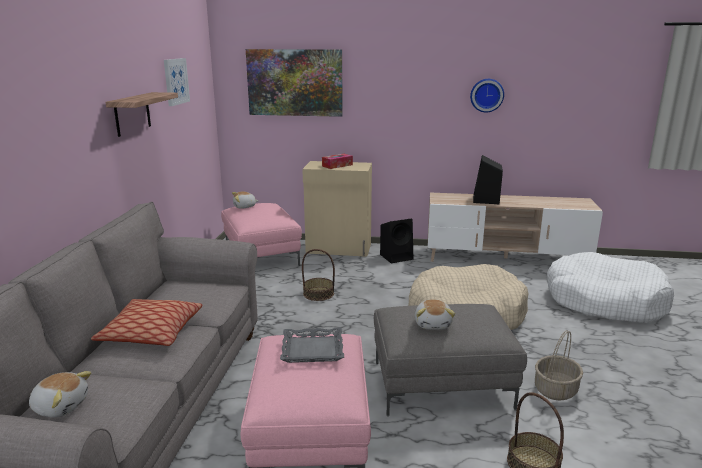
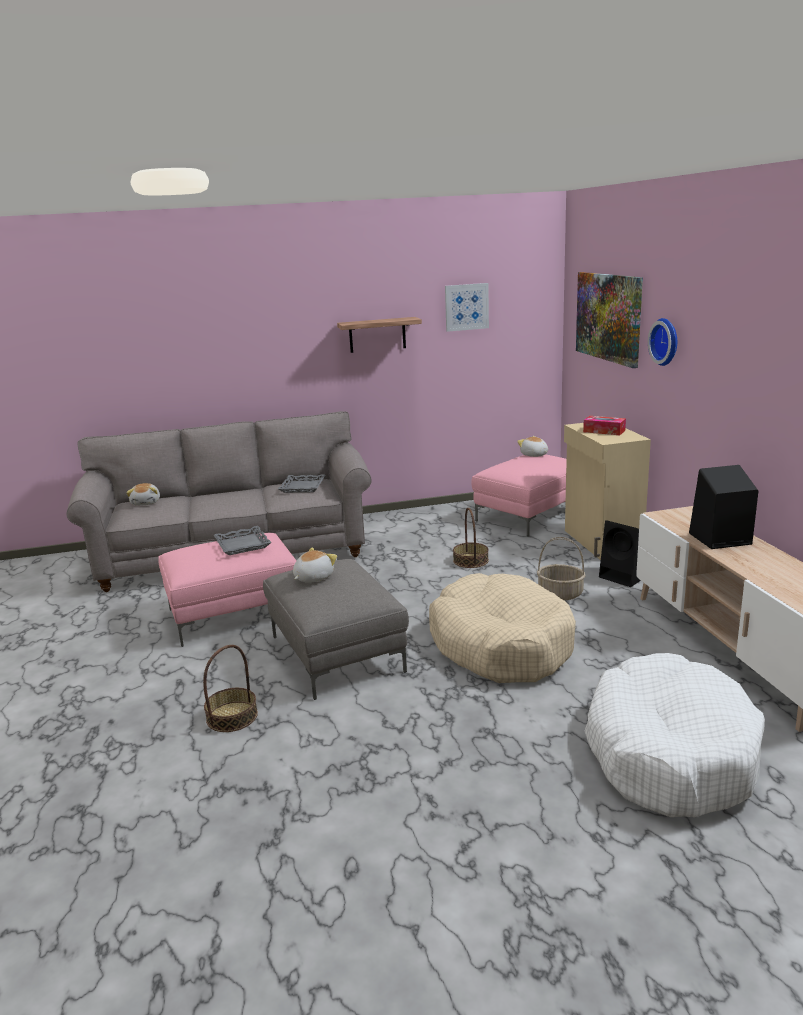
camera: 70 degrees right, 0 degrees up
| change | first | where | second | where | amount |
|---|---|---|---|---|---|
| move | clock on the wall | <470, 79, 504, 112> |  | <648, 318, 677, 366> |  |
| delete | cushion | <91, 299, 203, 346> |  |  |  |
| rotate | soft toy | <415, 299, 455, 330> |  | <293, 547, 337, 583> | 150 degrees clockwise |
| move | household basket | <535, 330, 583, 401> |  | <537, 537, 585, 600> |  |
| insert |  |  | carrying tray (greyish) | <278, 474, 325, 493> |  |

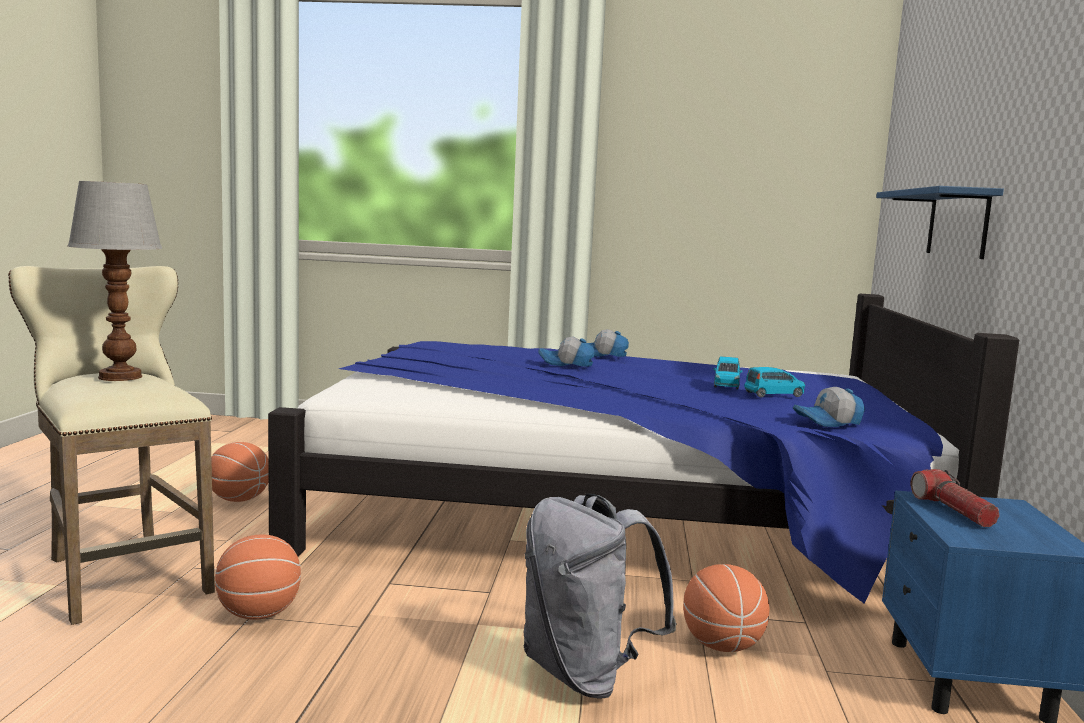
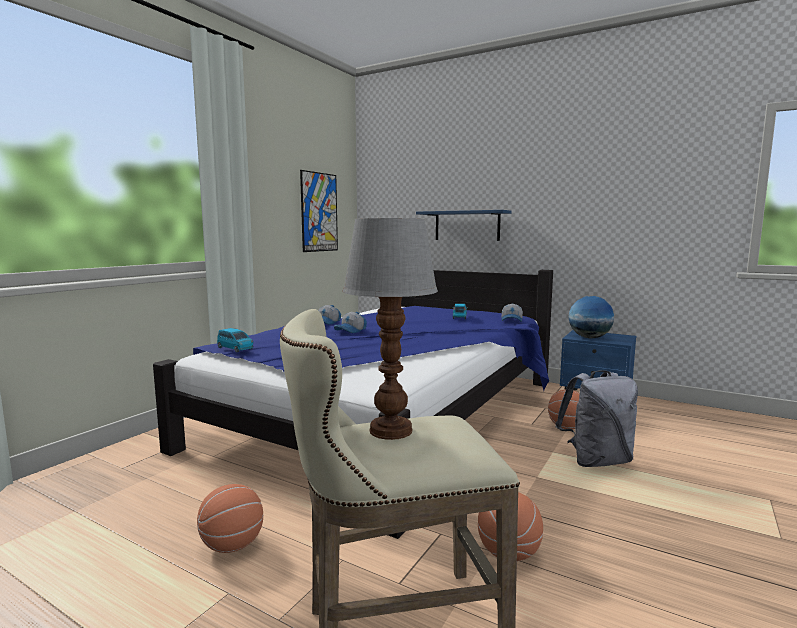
camera: 65 degrees left, 0 degrees up
| change | first | where | second | where | amount |
|---|---|---|---|---|---|
| move | miniature car (blue) | <713, 356, 742, 389> |  | <217, 328, 253, 352> |  |
| replace | flashlight | <911, 469, 1000, 527> | world globe | <569, 296, 614, 339> |  |
| insert |  |  | wall art | <300, 170, 338, 252> |  |

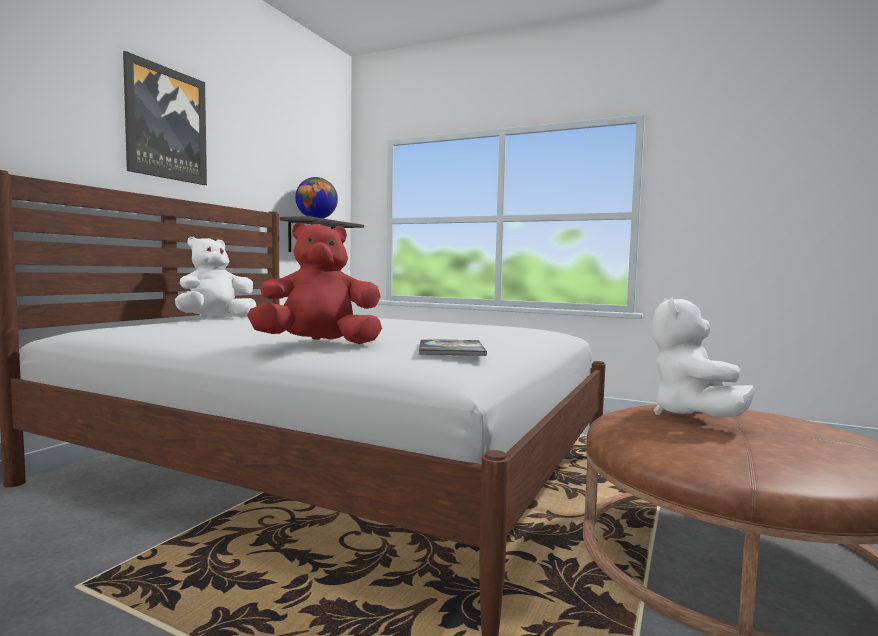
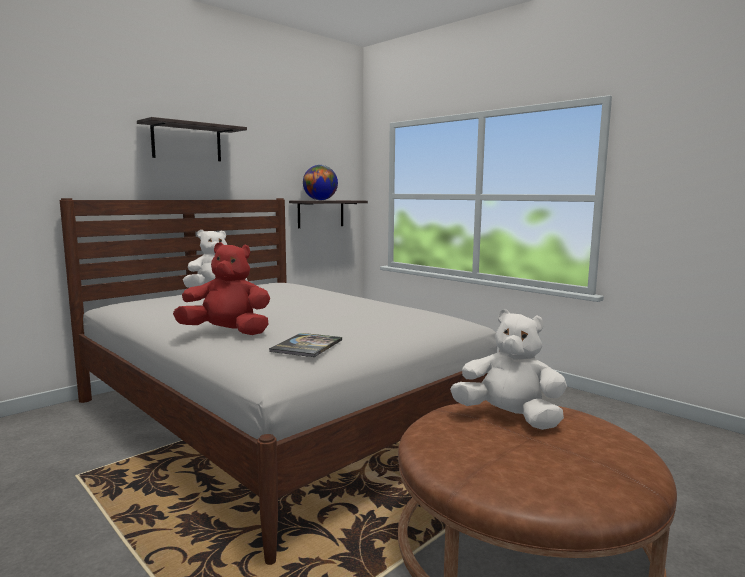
camera: 20 degrees right, 5 degrees up
| change | first | where | second | where | amount |
|---|---|---|---|---|---|
| replace | wall art | <123, 51, 207, 185> | wall shelf | <137, 117, 247, 161> |  |
| rotate | soft toy (whitish) | <652, 297, 755, 417> |  | <450, 310, 567, 430> | 90 degrees clockwise |

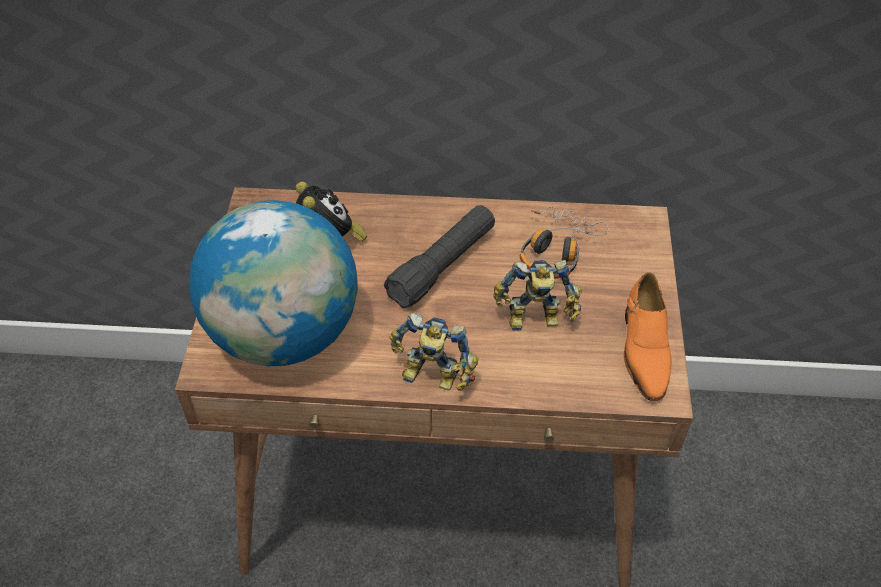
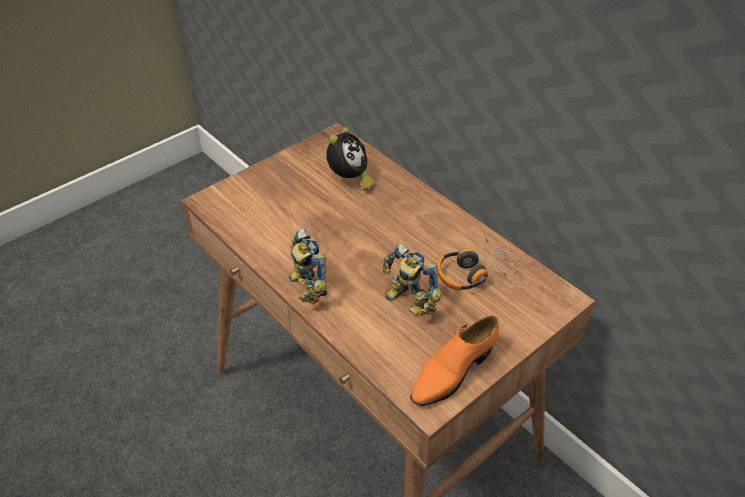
camera: 45 degrees right, 5 degrees down
| change | first | where | second | where | amount |
|---|---|---|---|---|---|
| delete | world globe | <189, 200, 358, 366> |  |  |  |
| delete | flashlight (black-coloured) | <384, 205, 495, 308> |  |  |  |

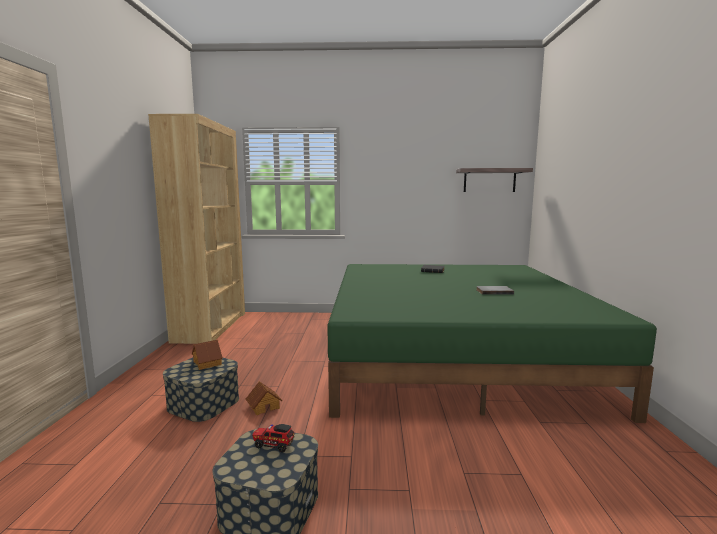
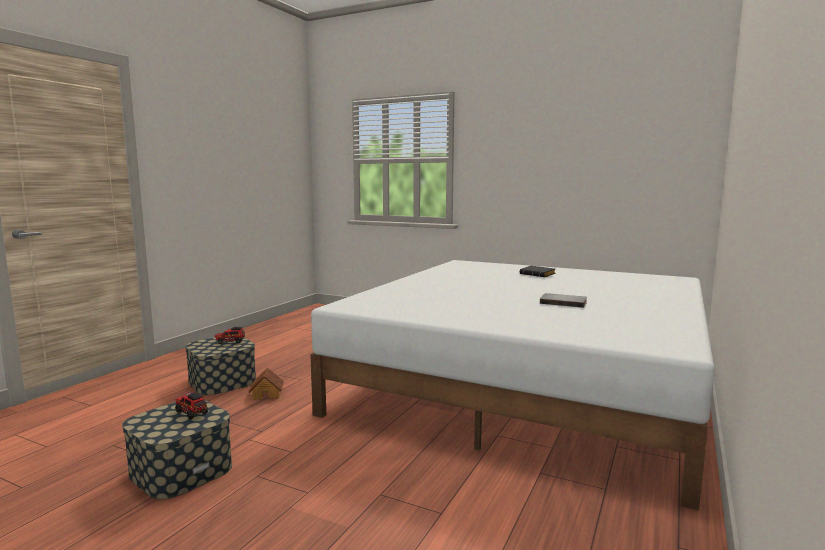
camera: 25 degrees right, 0 degrees up
| change | first | where | second | where | amount |
|---|---|---|---|---|---|
| delete | shelving unit (brownish) | <148, 114, 245, 344> |  |  |  |
| delete | wall shelf | <456, 168, 533, 192> |  |  |  |
| recolor | bedroom bed (green) | <327, 264, 657, 423> | bedroom bed (whitish) | <310, 260, 715, 511> |  |
| replace | toy house | <192, 340, 223, 370> | toy lorry | <215, 327, 245, 344> |  |

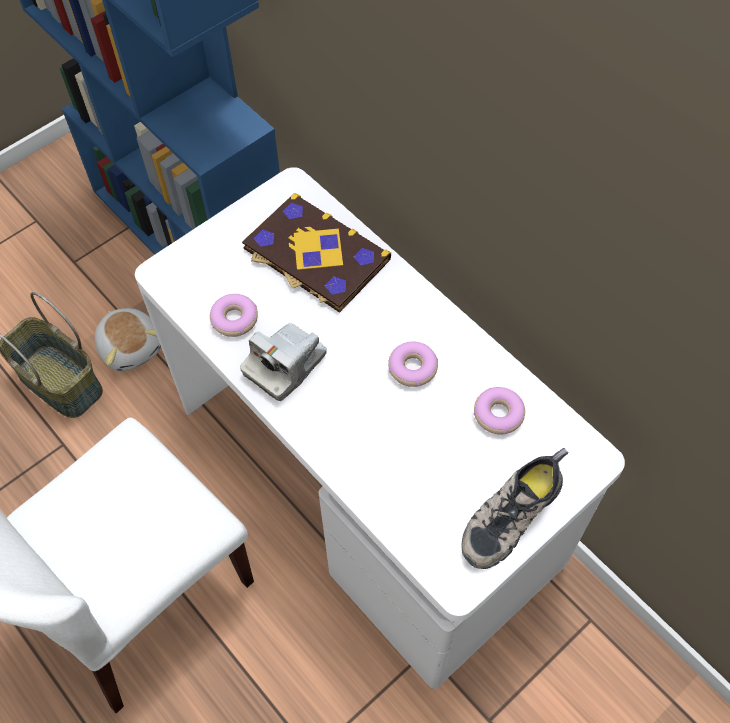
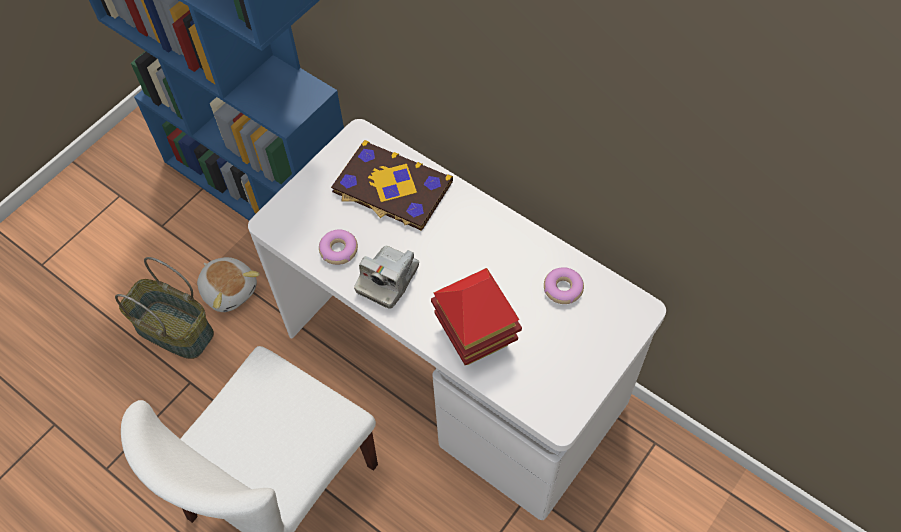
camera: 10 degrees left, 0 degrees up
| change | first | where | second | where | amount |
|---|---|---|---|---|---|
| delete | ring doughnut | <388, 341, 438, 387> |  |  |  |
| delete | low shoe | <461, 448, 569, 569> |  |  |  |
| insert |  |  | toy house | <431, 268, 522, 365> |  |

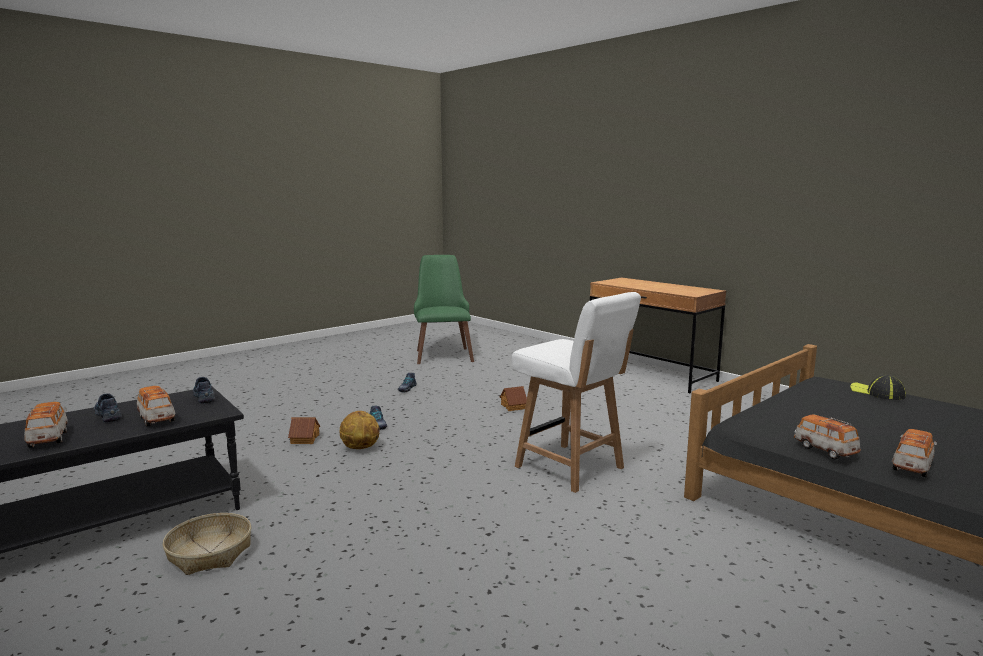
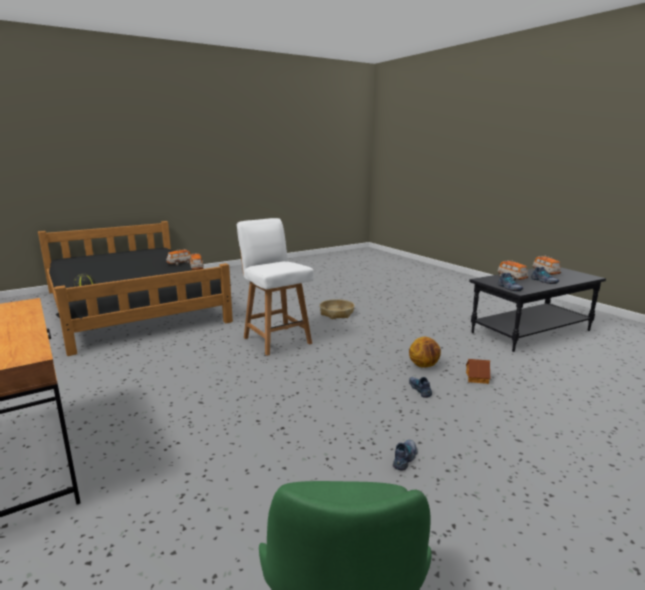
camera: 170 degrees left, 5 degrees up
| change | first | where | second | where | amount |
|---|---|---|---|---|---|
| delete | toy house | <500, 386, 527, 411> |  |  |  |
| move | household basket | <163, 513, 251, 575> |  | <320, 299, 355, 319> |  |

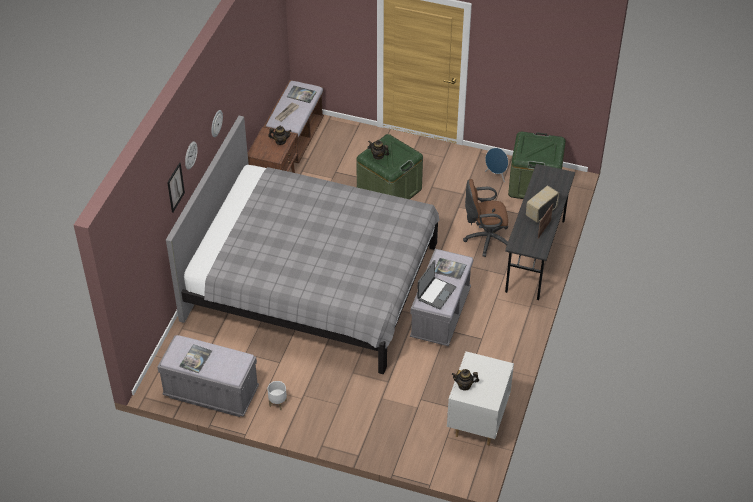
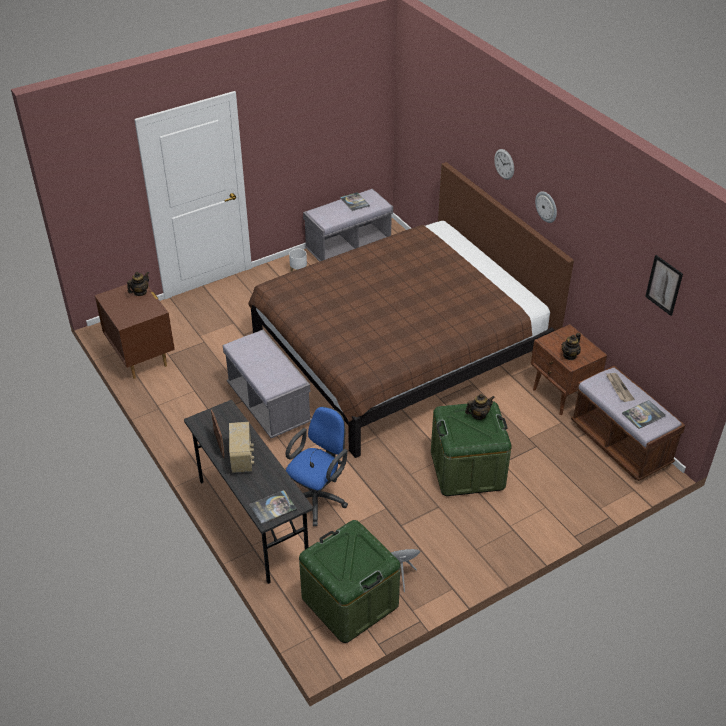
camera: 130 degrees right, 5 degrees down
| change | first | where | second | where | amount |
|---|---|---|---|---|---|
| recolor | bedroom bed (greyish) | <166, 116, 439, 374> | bedroom bed (brownish) | <248, 162, 574, 458> |  |
| move | wall art | <167, 163, 185, 213> |  | <645, 255, 683, 316> |  |
| recolor | office chair (brownish) | <463, 179, 508, 257> | office chair (blue) | <286, 406, 348, 526> |  |
| move | bound book | <435, 258, 466, 279> |  | <249, 490, 297, 525> |  |
| delete | laptop | <417, 260, 456, 309> |  |  |  |
| recolor | bedside table (whitish) | <447, 351, 514, 445> | bedside table (brownish) | <95, 284, 175, 379> |  |

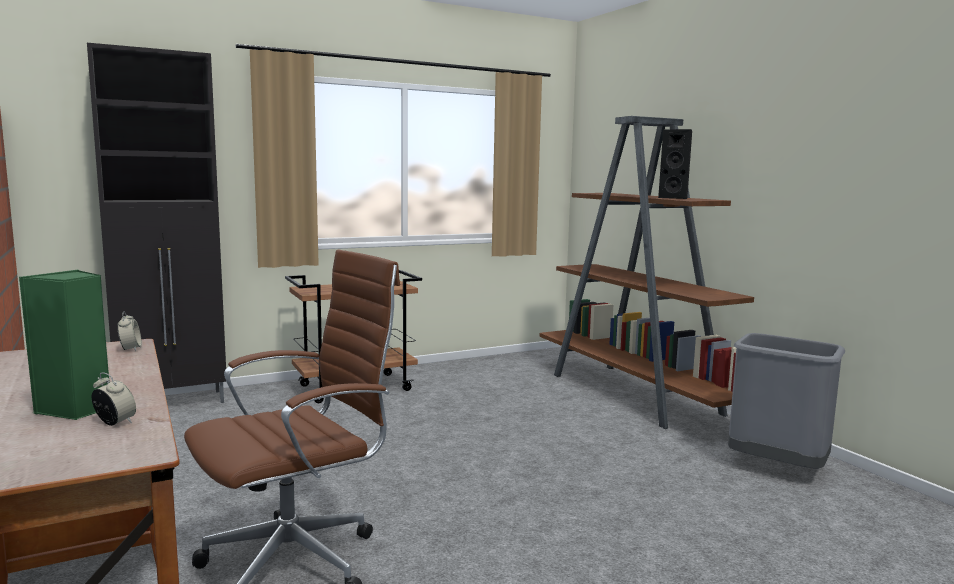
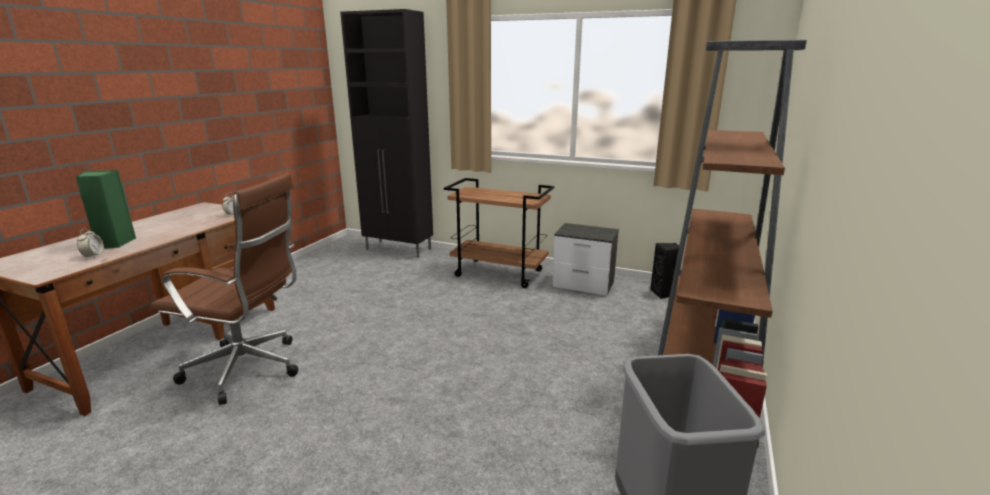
camera: 50 degrees right, 10 degrees up
| change | first | where | second | where | amount |
|---|---|---|---|---|---|
| move | loudspeaker (black-coloured) | <658, 129, 692, 199> |  | <650, 243, 679, 299> |  |
| insert |  |  | bedside table | <553, 223, 619, 296> |  |

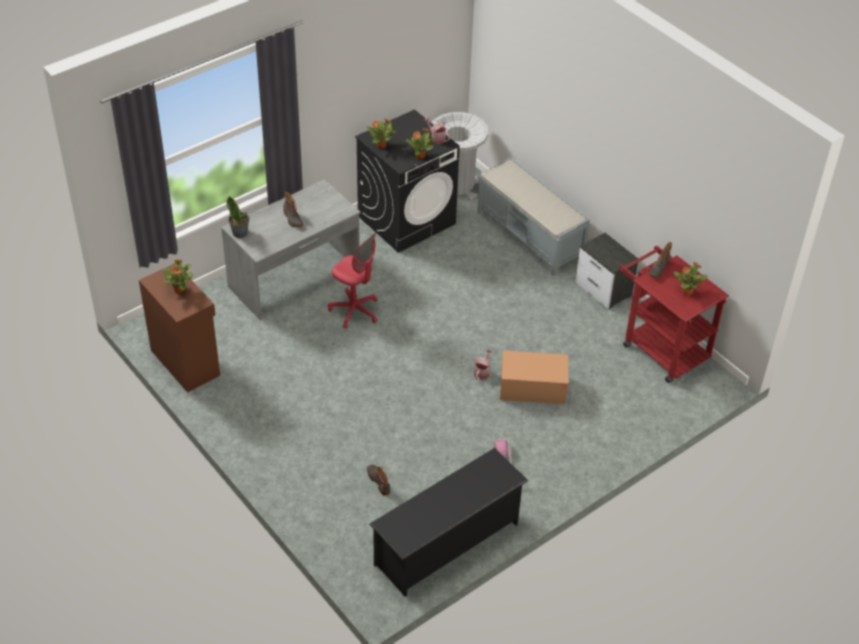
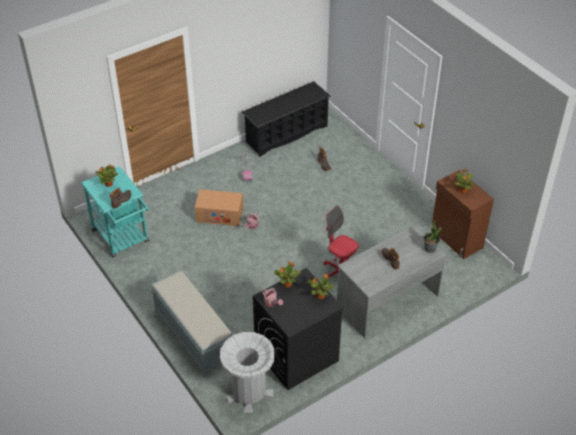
camera: 175 degrees left, 0 degrees up
| change | first | where | second | where | amount |
|---|---|---|---|---|---|
| delete | bedside table | <575, 233, 638, 309> |  |  |  |
| recolor | wheeled cart (reddish) | <619, 246, 729, 383> | wheeled cart (blue-green) | <81, 166, 149, 258> |  |

